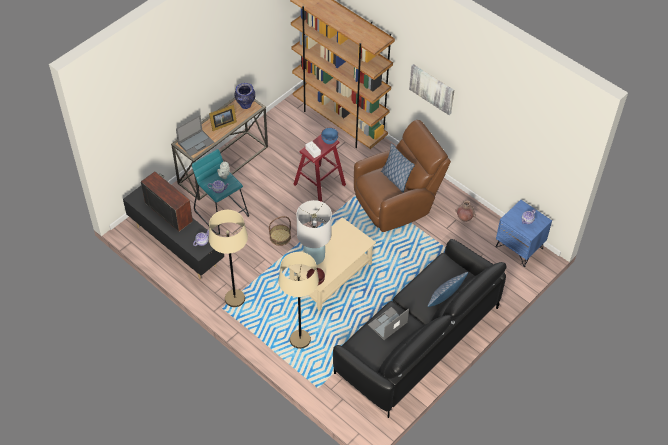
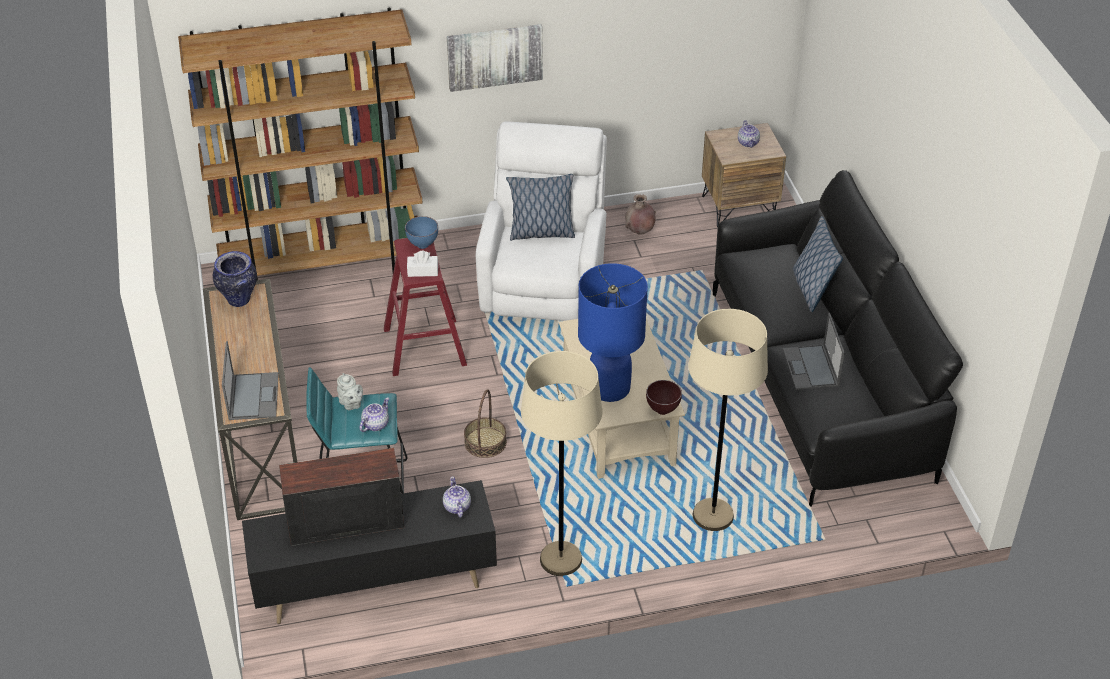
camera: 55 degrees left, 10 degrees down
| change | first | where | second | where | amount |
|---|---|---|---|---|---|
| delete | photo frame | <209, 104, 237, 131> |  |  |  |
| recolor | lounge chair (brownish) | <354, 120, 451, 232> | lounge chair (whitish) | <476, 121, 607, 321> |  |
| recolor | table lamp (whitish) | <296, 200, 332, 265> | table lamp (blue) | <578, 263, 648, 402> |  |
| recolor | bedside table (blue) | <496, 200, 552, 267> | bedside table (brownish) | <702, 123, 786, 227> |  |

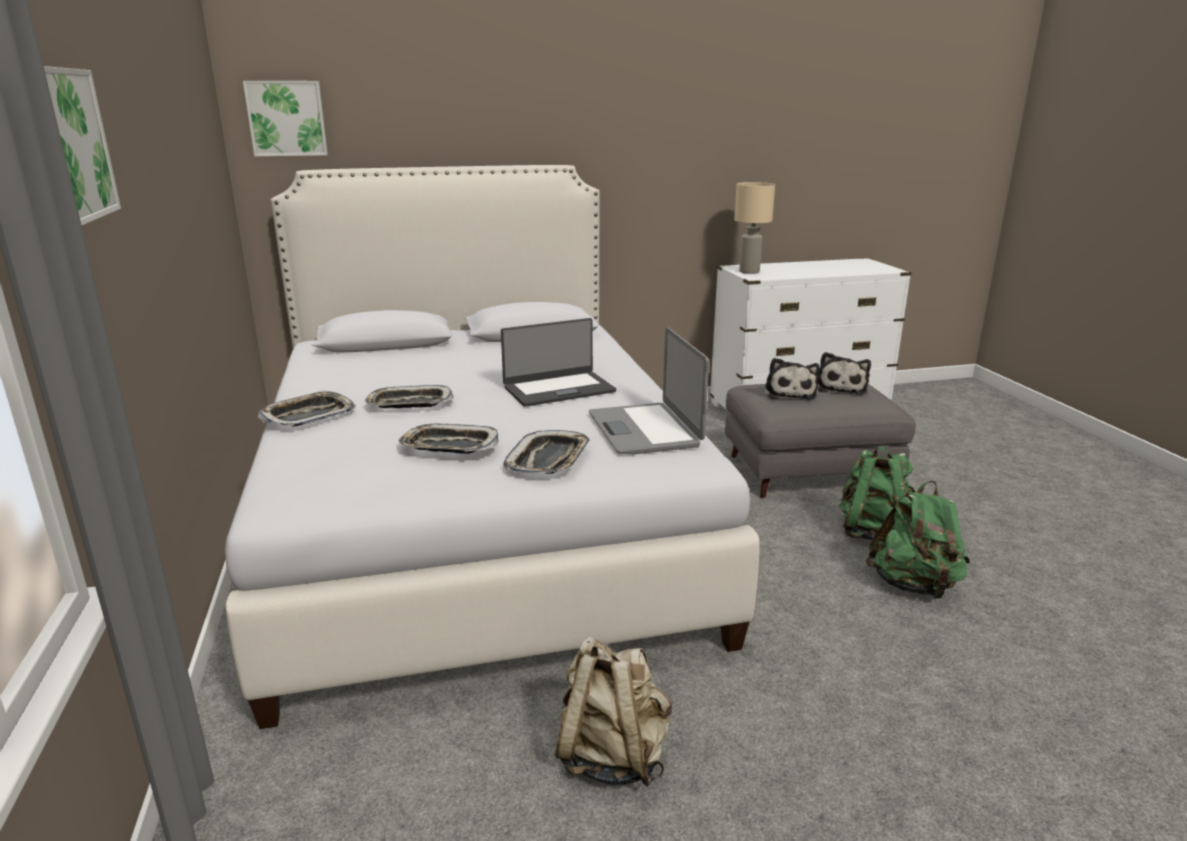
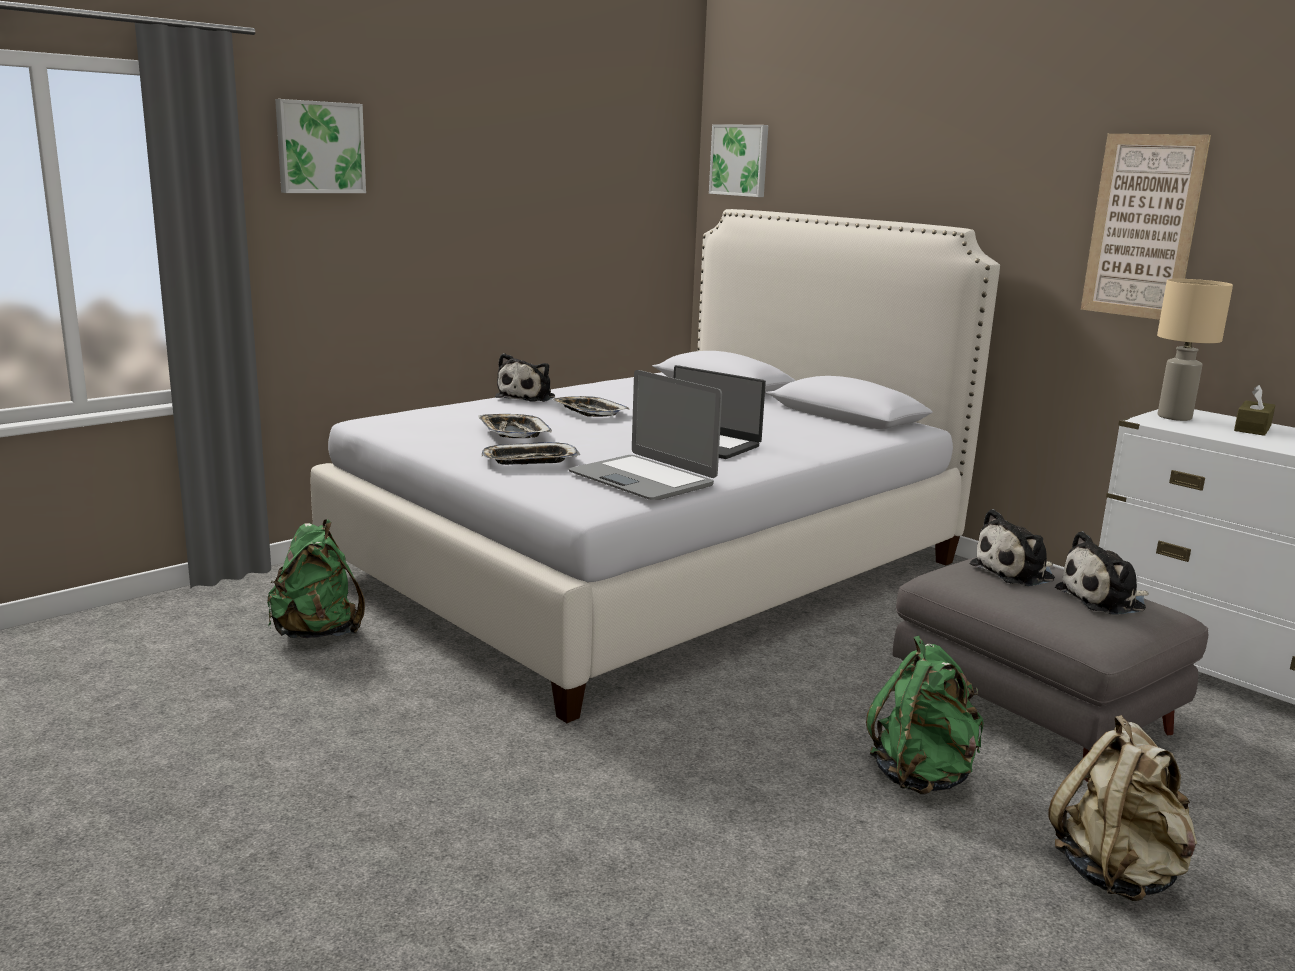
camera: 60 degrees right, 5 degrees down
| change | first | where | second | where | amount |
|---|---|---|---|---|---|
| rotate | laptop | <589, 327, 709, 454> |  | <568, 370, 722, 500> | 90 degrees counterclockwise |
| replace | carrying tray | <258, 390, 356, 427> | soft toy | <495, 353, 555, 402> |  |
| move | rucksack (green) | <866, 481, 970, 599> |  | <267, 519, 365, 638> |  |
| move | rucksack (beige) | <555, 636, 672, 786> |  | <1048, 715, 1197, 901> |  |
| insert |  |  | wall art | <1081, 134, 1211, 320> |  |
| insert |  |  | box of tissues (brownish) | <1234, 385, 1275, 436> |  |

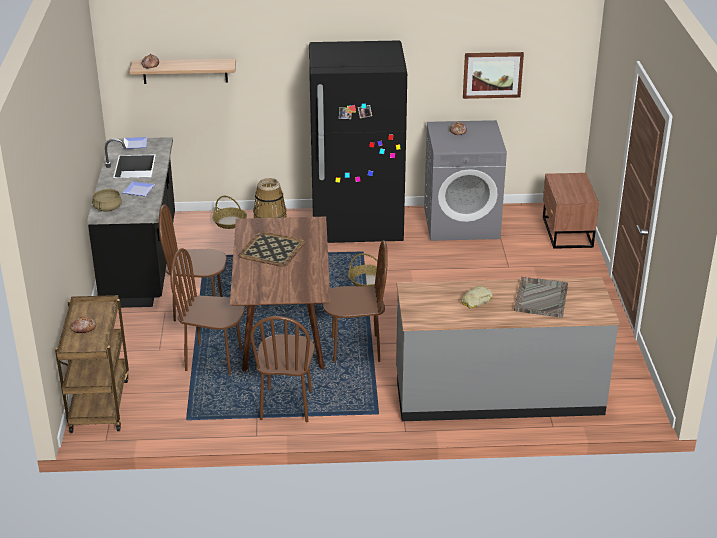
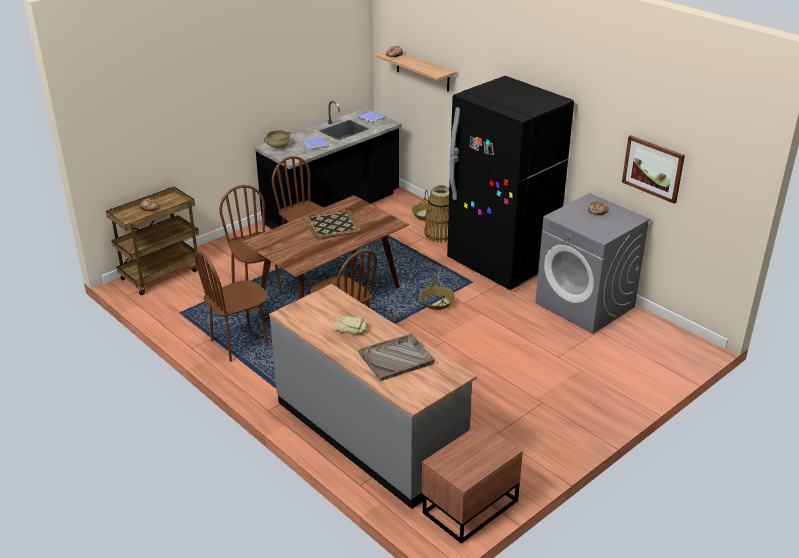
camera: 50 degrees right, 0 degrees up
| change | first | where | second | where | amount |
|---|---|---|---|---|---|
| move | bedside table (brownish) | <543, 173, 599, 249> |  | <422, 423, 523, 544> |  |

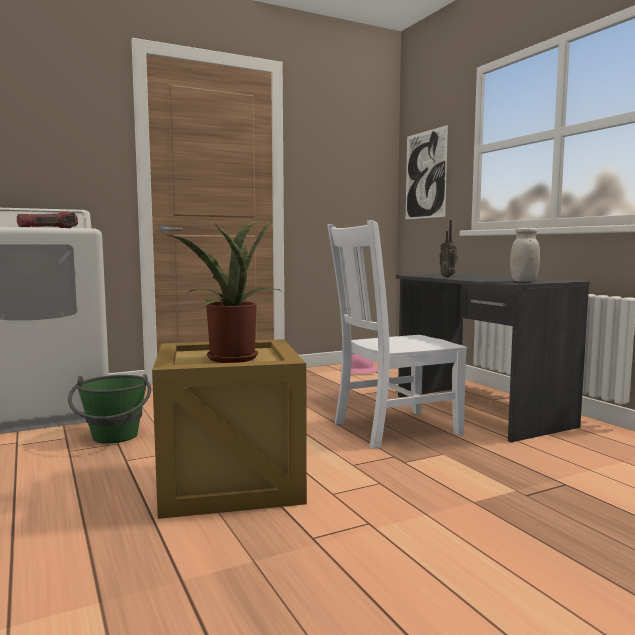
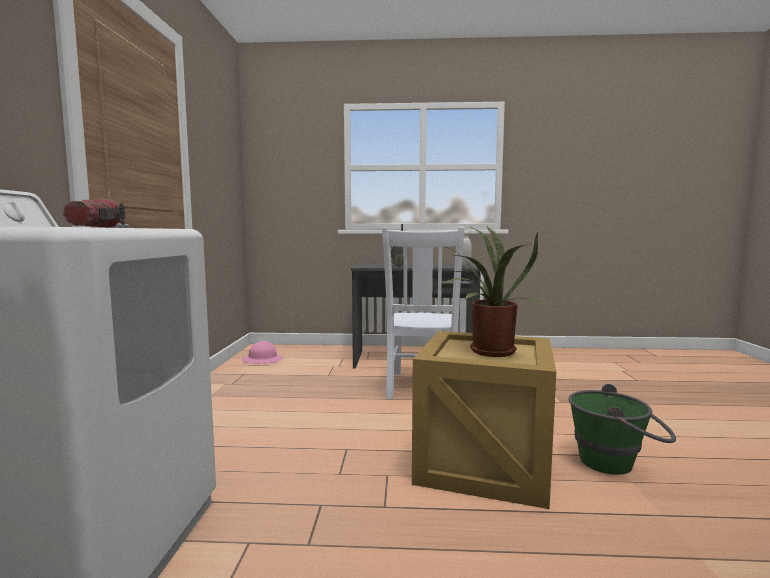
camera: 60 degrees left, 0 degrees up
| change | first | where | second | where | amount |
|---|---|---|---|---|---|
| delete | wall art | <406, 125, 448, 219> |  |  |  |
| move | pail (green) | <68, 374, 151, 444> |  | <568, 384, 676, 475> |  |

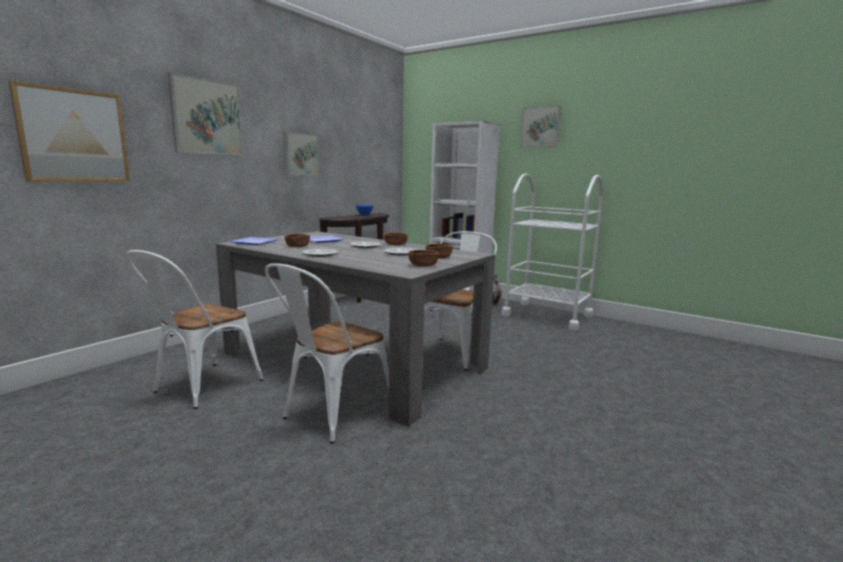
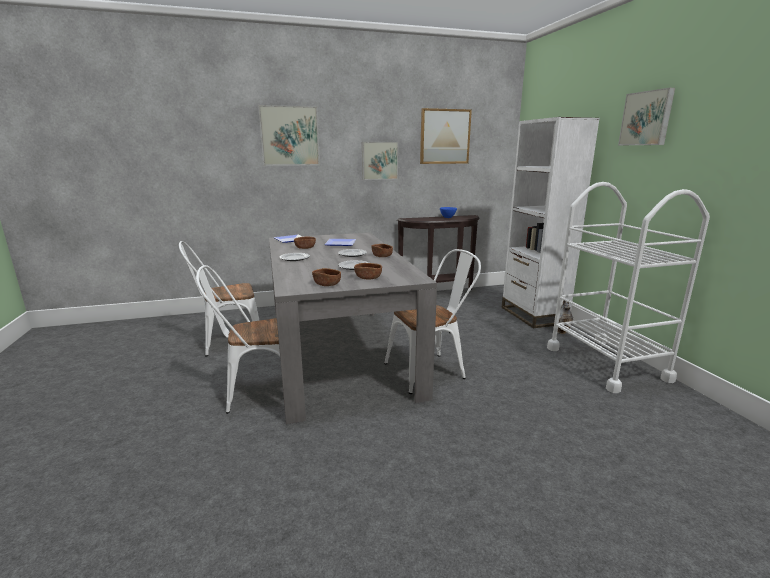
camera: 40 degrees right, 5 degrees up
| change | first | where | second | where | amount |
|---|---|---|---|---|---|
| move | wall art | <8, 81, 130, 182> |  | <420, 108, 472, 164> |  |

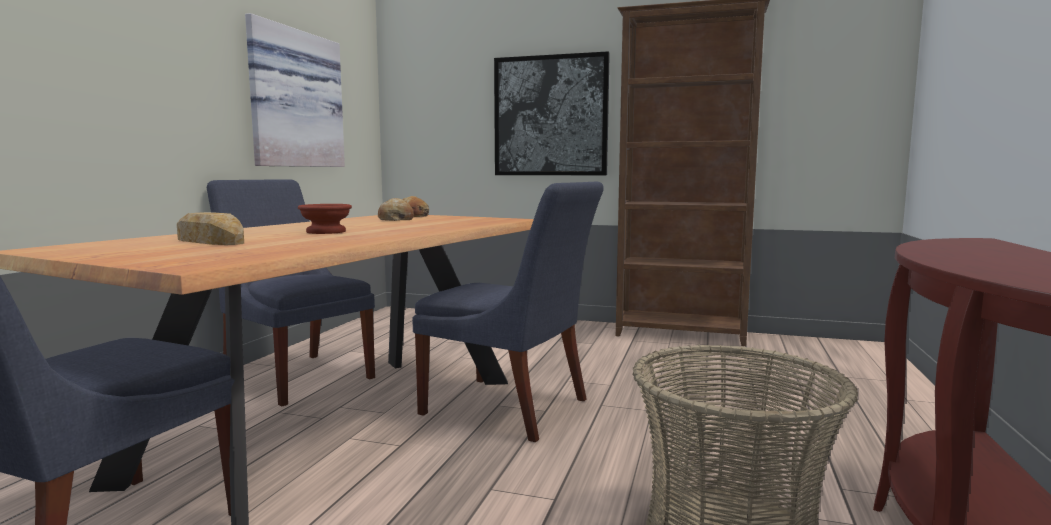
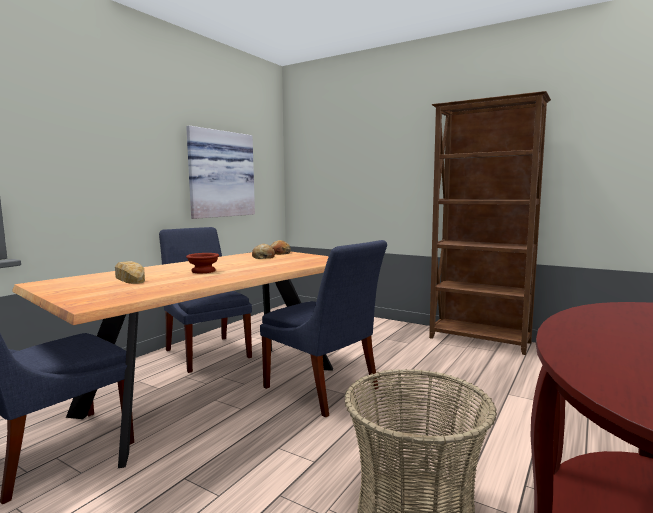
camera: 15 degrees right, 0 degrees up
| change | first | where | second | where | amount |
|---|---|---|---|---|---|
| delete | wall art | <494, 51, 610, 175> |  |  |  |

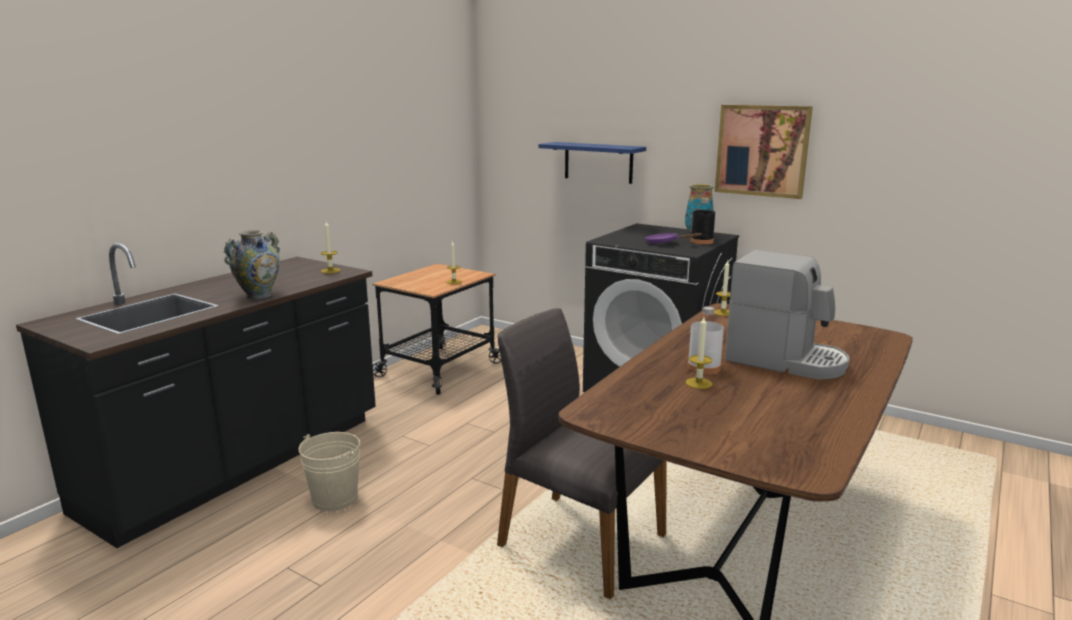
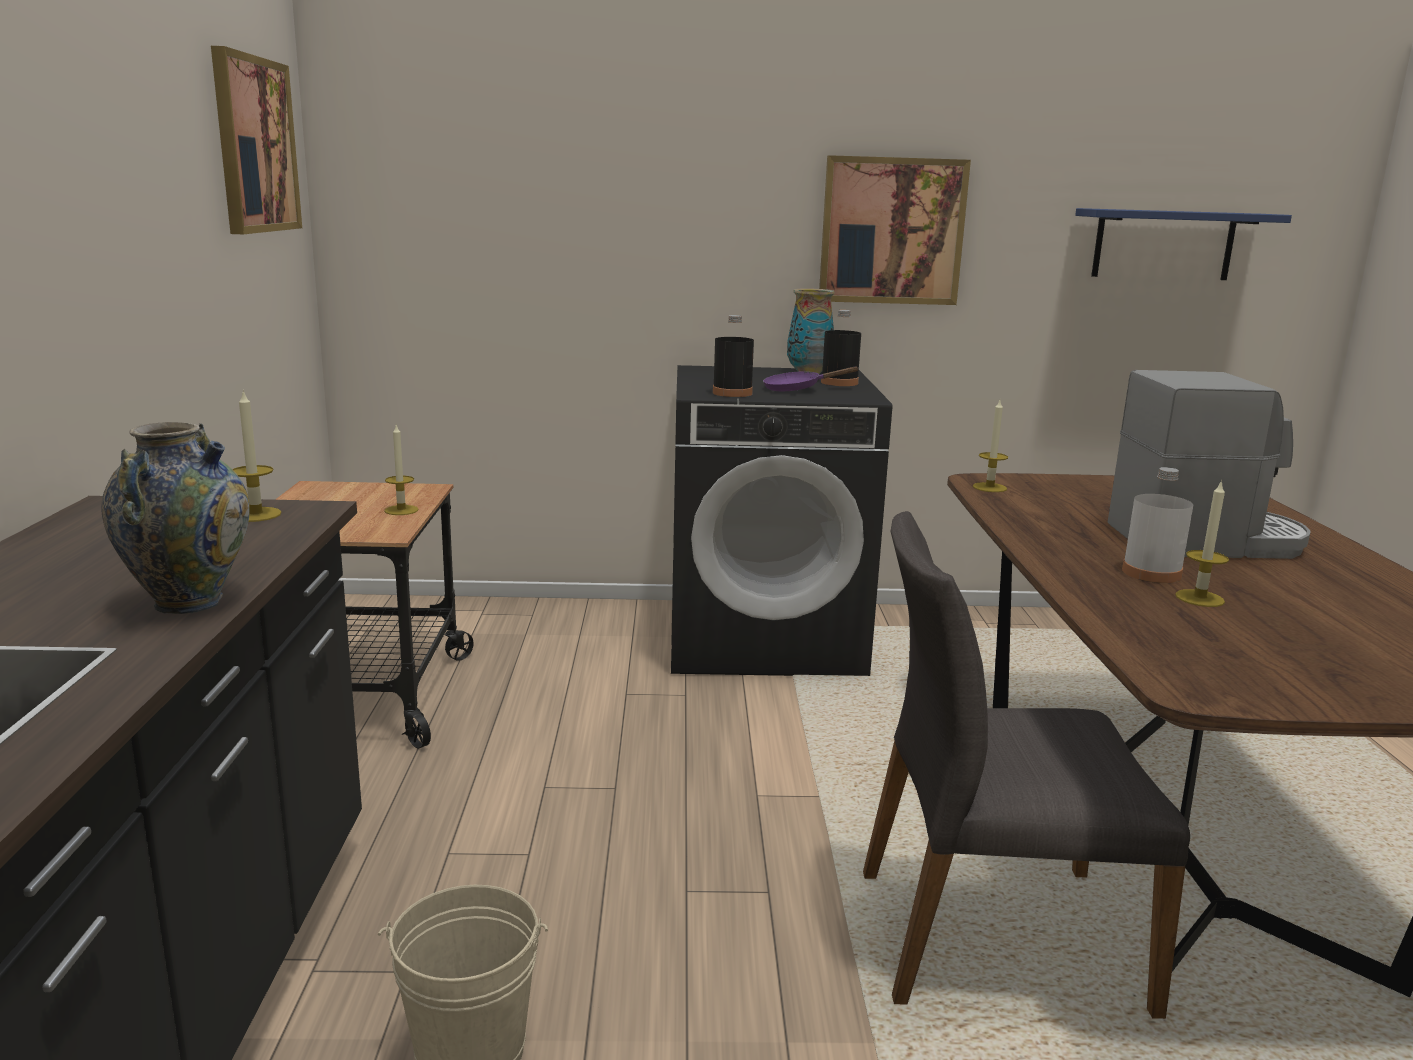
camera: 35 degrees left, 0 degrees up
| change | first | where | second | where | amount |
|---|---|---|---|---|---|
| move | wall shelf (blue) | <538, 142, 646, 184> |  | <1075, 208, 1292, 280> |  |
| insert |  |  | wall art | <211, 46, 302, 234> |  |
| insert |  |  | bottle (black-coloured) | <713, 315, 754, 397> |  |

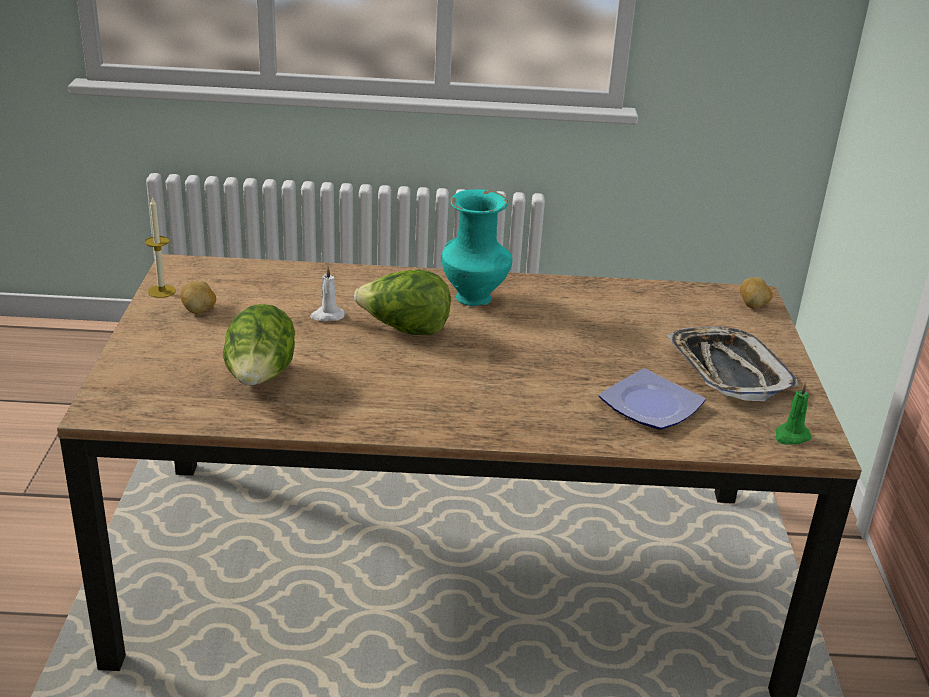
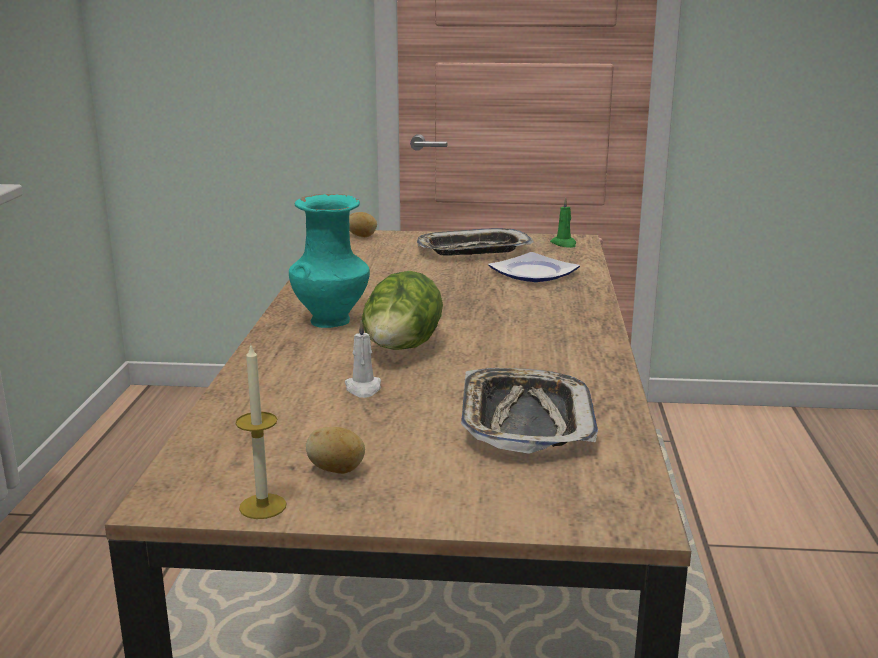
camera: 85 degrees left, 10 degrees down
| change | first | where | second | where | amount |
|---|---|---|---|---|---|
| replace | lettuce | <223, 304, 295, 386> | carrying tray | <461, 368, 598, 454> |  |

